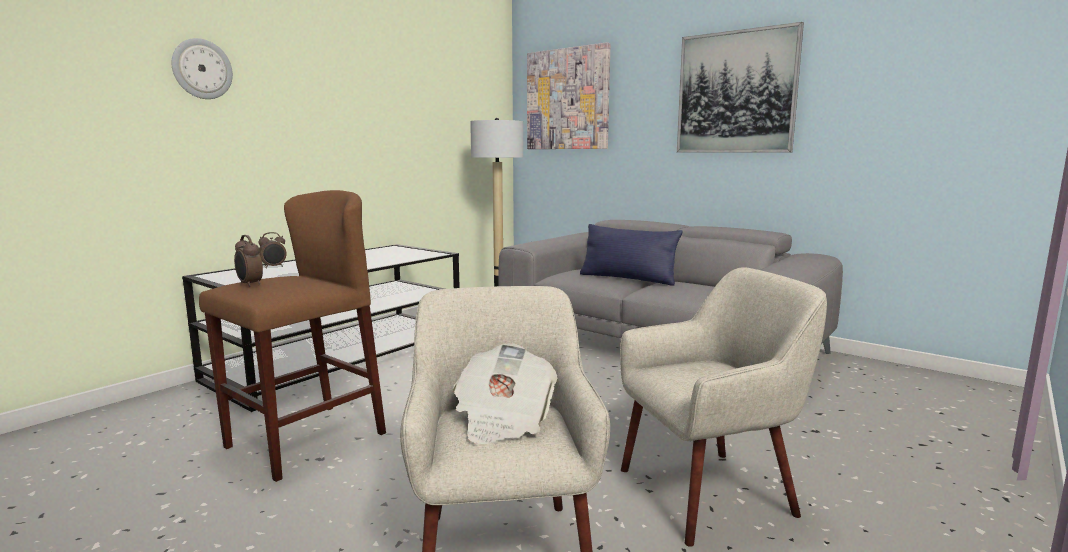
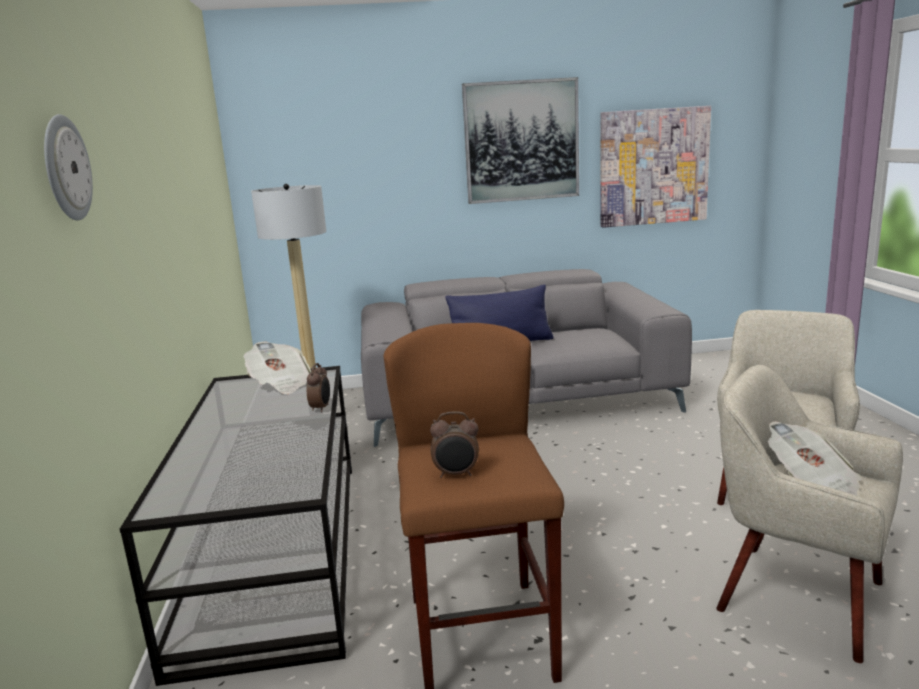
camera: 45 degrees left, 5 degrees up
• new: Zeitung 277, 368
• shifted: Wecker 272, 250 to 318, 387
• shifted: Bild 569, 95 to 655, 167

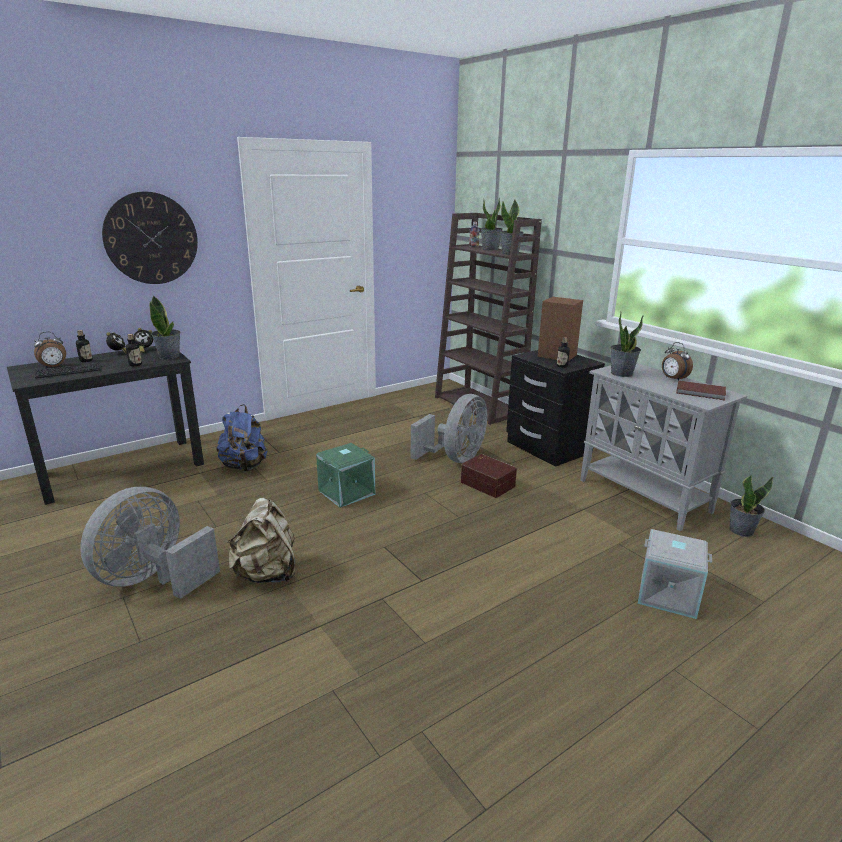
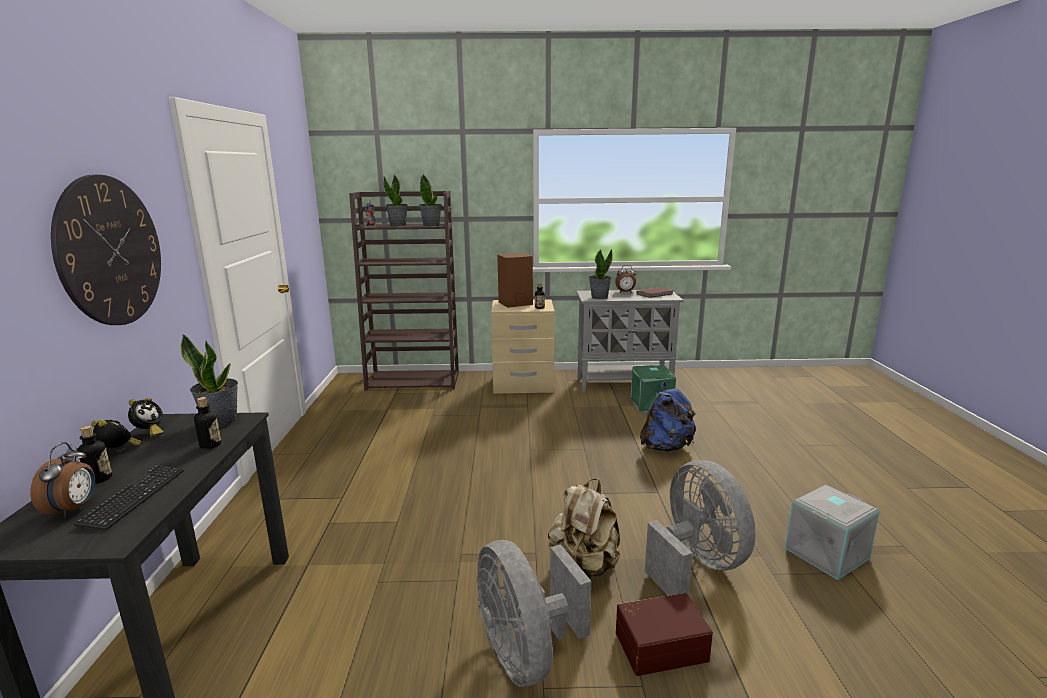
camera: 55 degrees left, 5 degrees down
• gone: Topfpflanze 751, 506
• shifted: Rucksack/blau 241, 438 to 668, 417
• shifted: Aufbewahrungsbox/grün 345, 475 to 653, 388
• shifted: Ventilator/grau 449, 428 to 700, 528
• shifted: Aufbewahrungsbox/braun 489, 476 to 664, 634
• shifted: Aufbewahrungsbox/grau 675, 574 to 832, 532
• repainted: Nachttisch/schwarz 555, 408 to Nachttisch/beige 523, 346

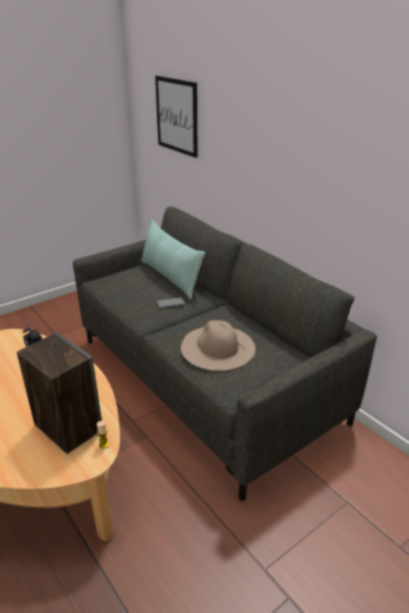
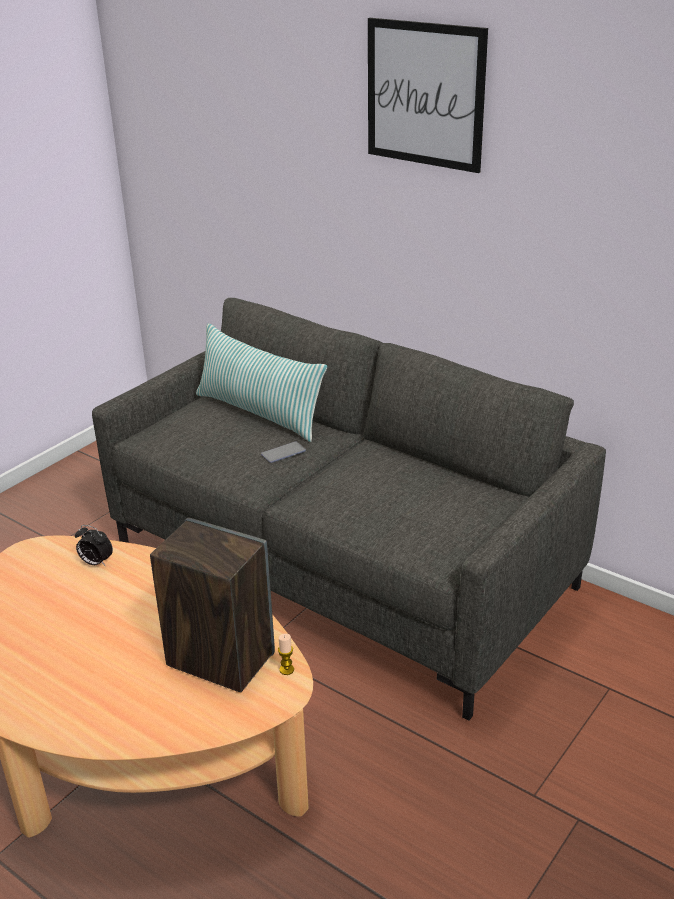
camera: 15 degrees left, 0 degrees up
• gone: Hut/beige 218, 345
• shifted: Bild 176, 117 to 428, 95

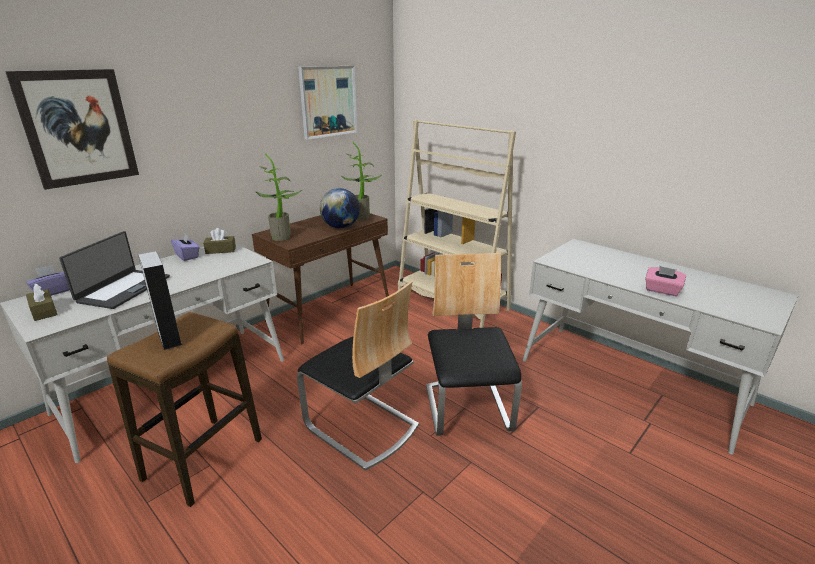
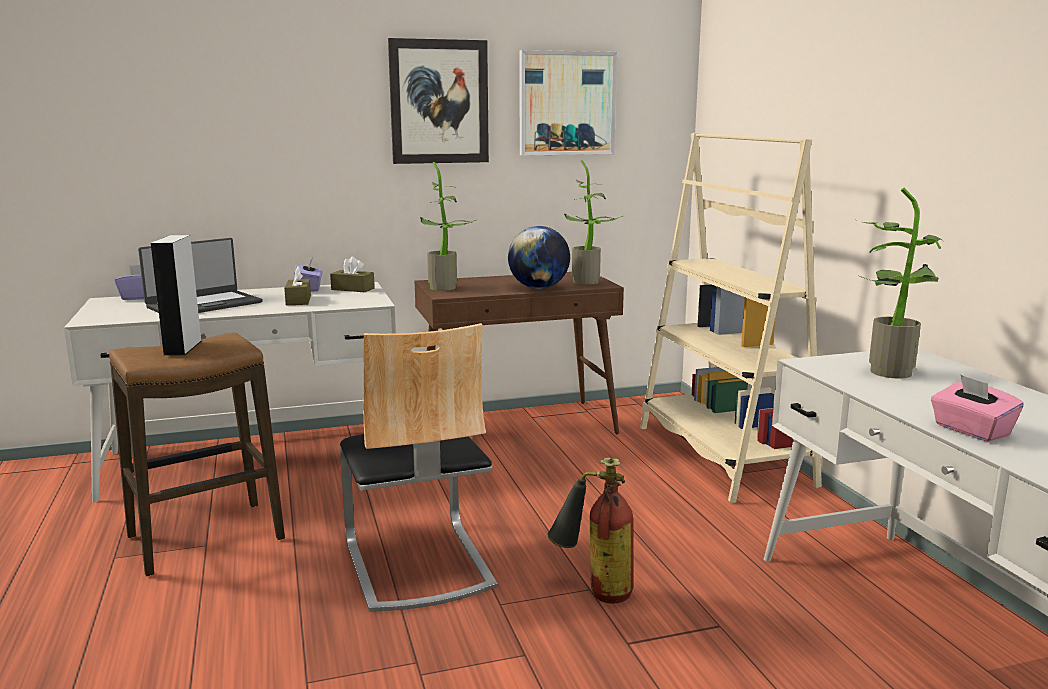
camera: 30 degrees right, 10 degrees down
• new: Topfpflanze 902, 283
• shifted: Bild 72, 129 to 438, 101
• shifted: Taschentuchbox/braun 42, 302 to 297, 285
• swapped: Stuhl 474, 344 to Feuerlöscher 590, 531

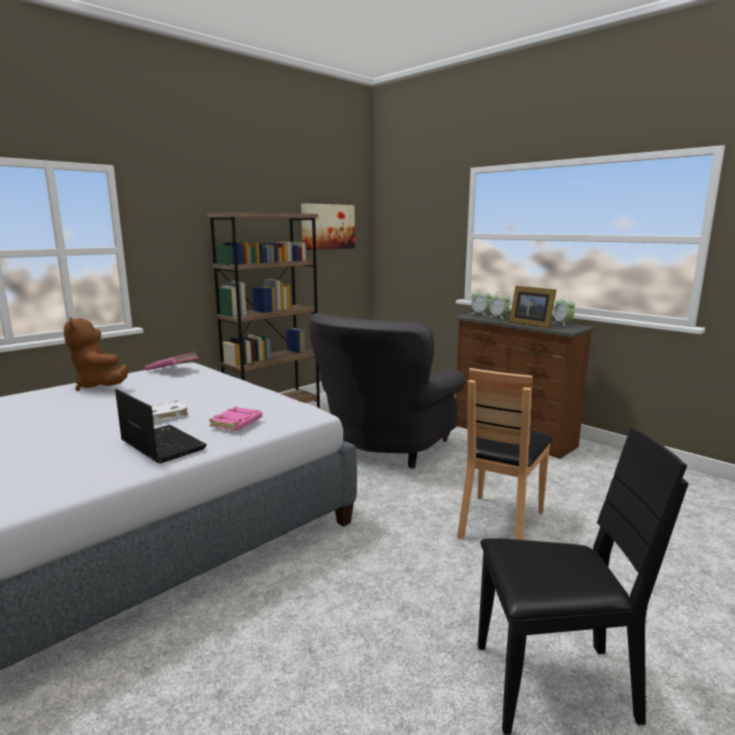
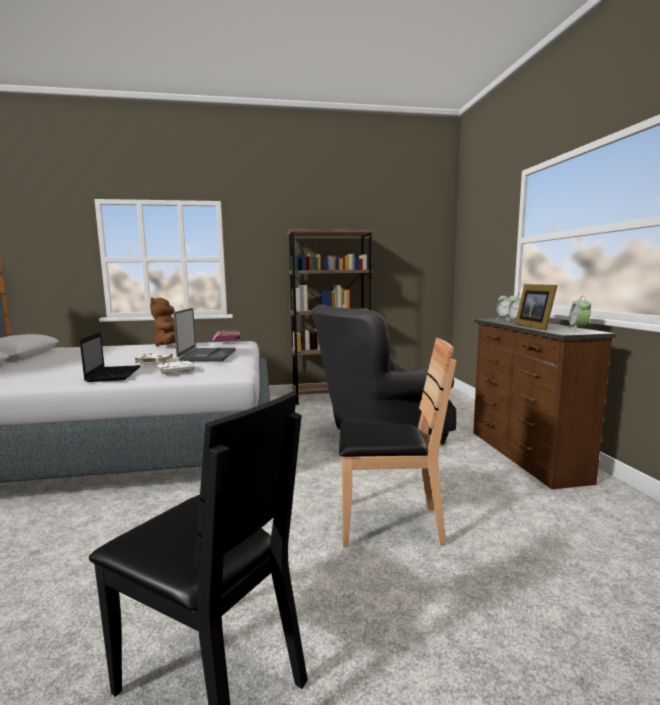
camera: 35 degrees right, 5 degrees down
• gone: Bild 328, 226
• new: Laptop 204, 334
• repainted: Buch/rosa 235, 419 to Buch/weiß 175, 367
• rotated: Stuhl/braun 505, 454 = 397, 442 150 degrees counterclockwise

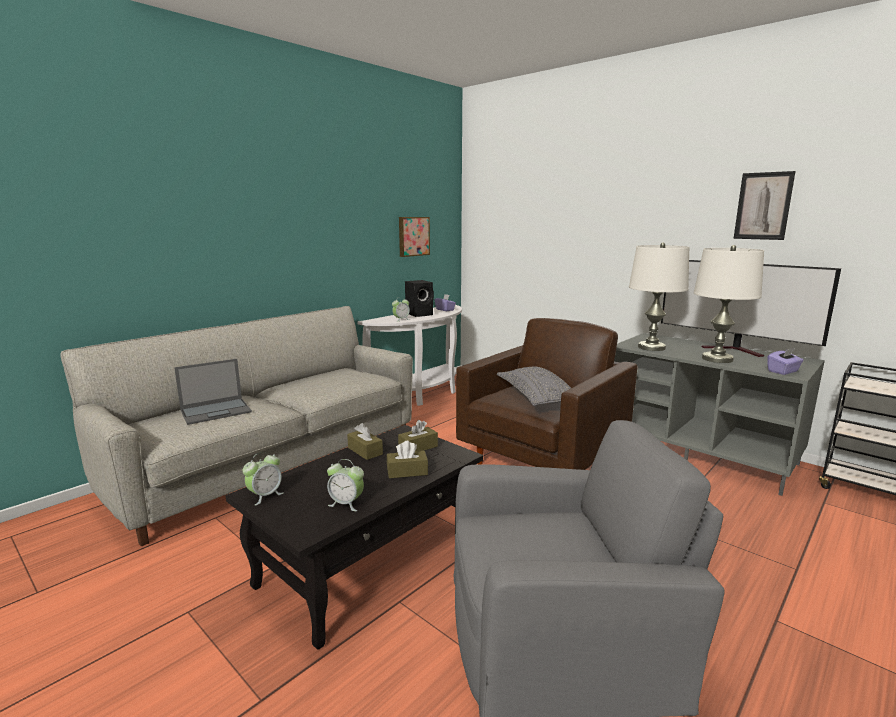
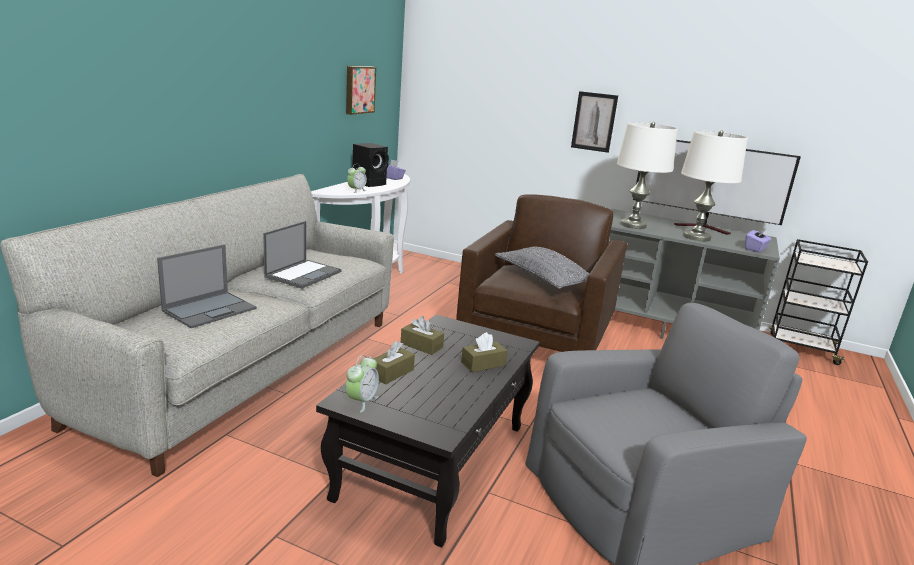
camera: 20 degrees left, 5 degrees up
• gone: Wecker 345, 485
• new: Laptop 302, 255
• shifted: Taschentuchbox/braun 418, 435 to 394, 363
• shifted: Bild 764, 205 to 594, 122

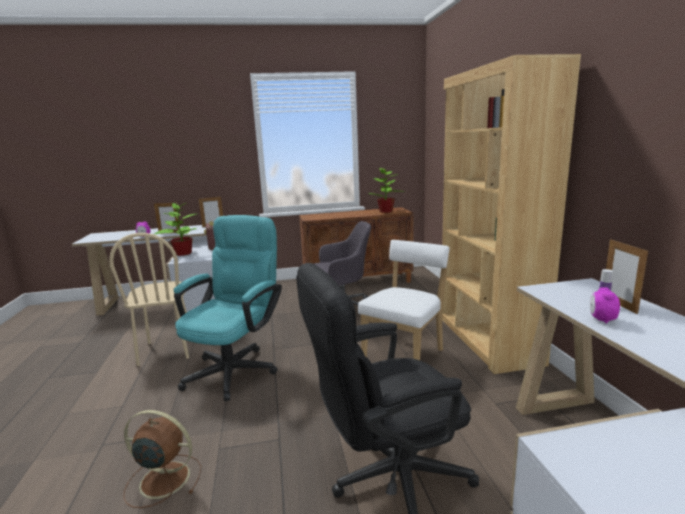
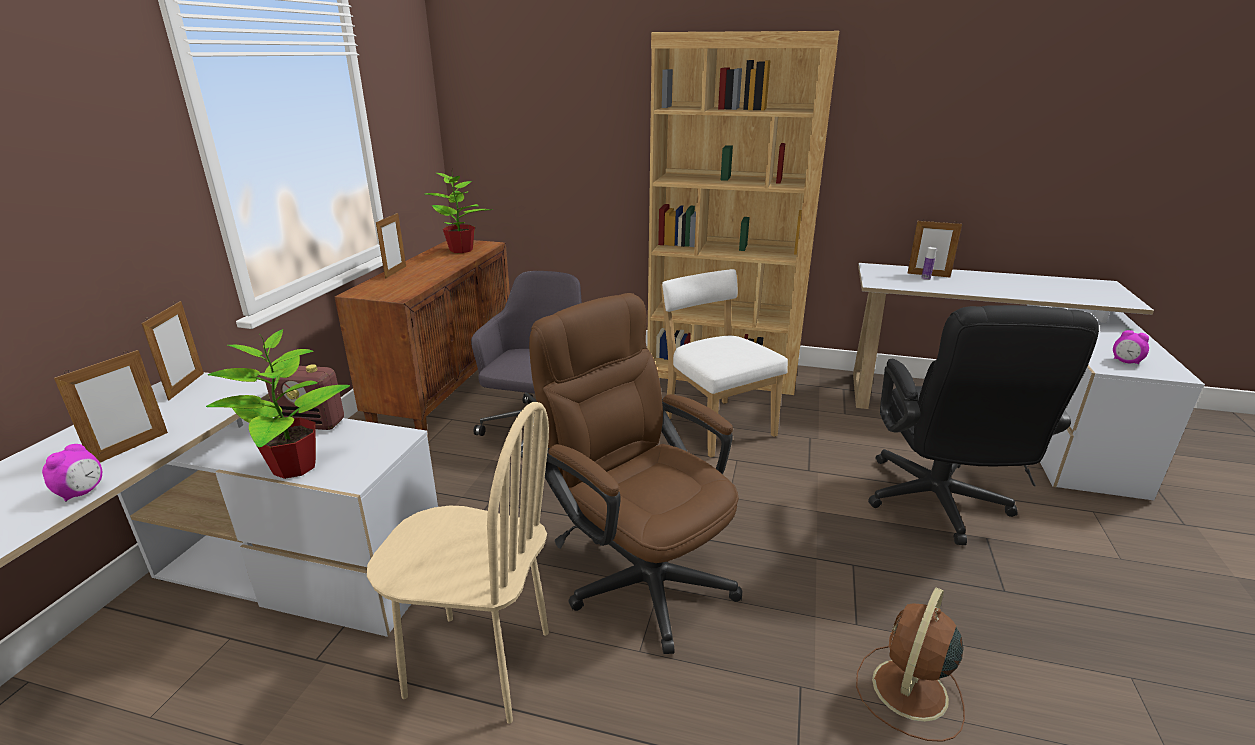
camera: 65 degrees left, 10 degrees up
• new: Bilderrahmen 391, 245
• shifted: Wecker 605, 305 to 1131, 347
• repainted: Bürostuhl/türkis 228, 308 to Bürostuhl/braun 635, 473

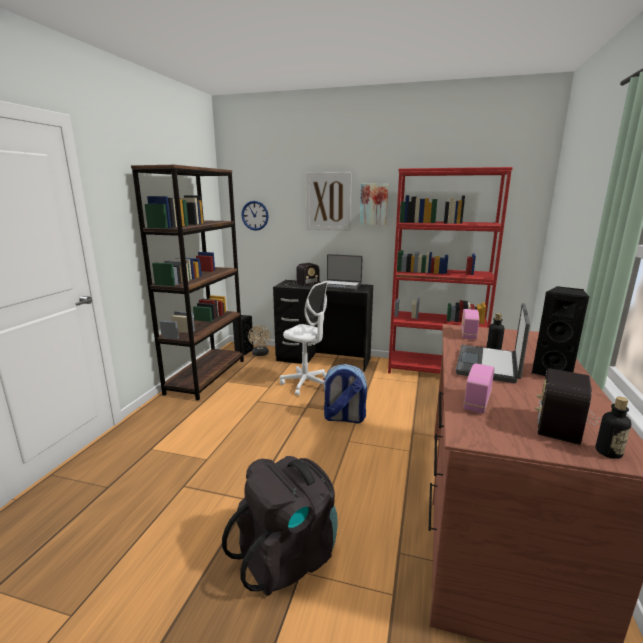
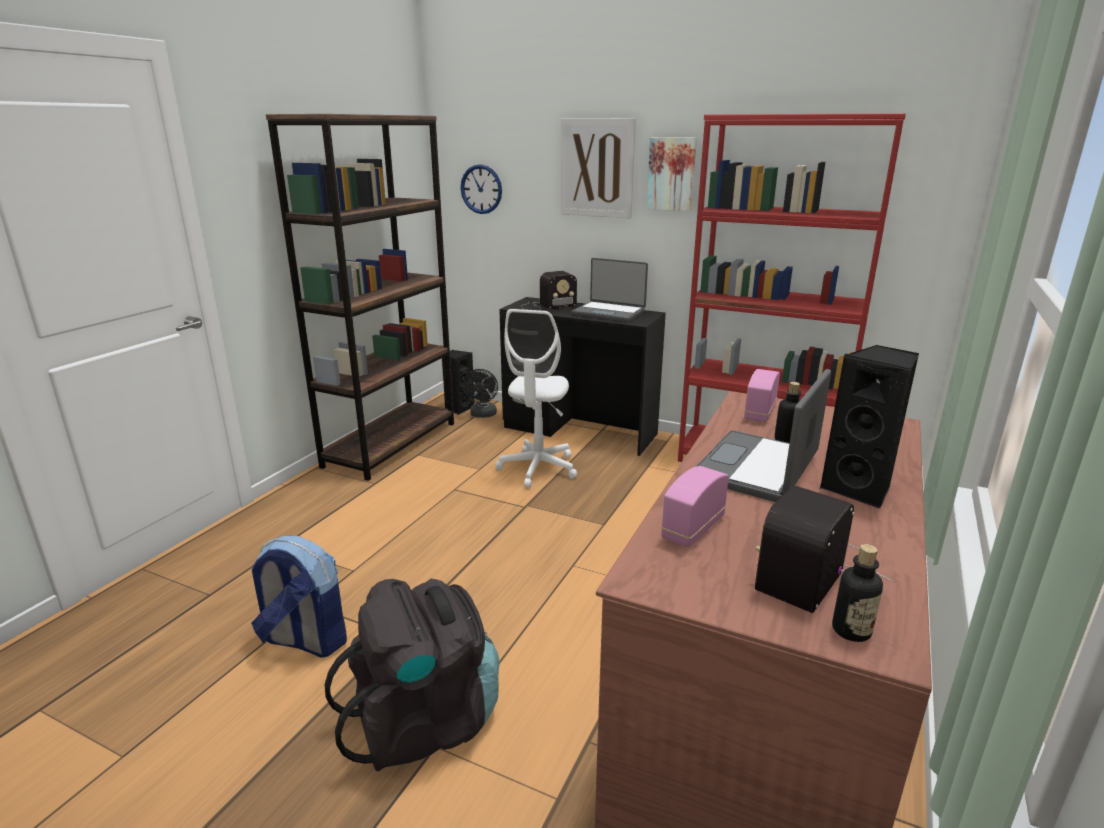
camera: 10 degrees right, 5 degrees up
• shifted: Rucksack 345, 394 to 299, 597
• repainted: Ventilator/beige 259, 340 to Ventilator/schwarz 480, 393
• rotated: Bürostuhl/weiß 304, 338 = 536, 398 60 degrees clockwise

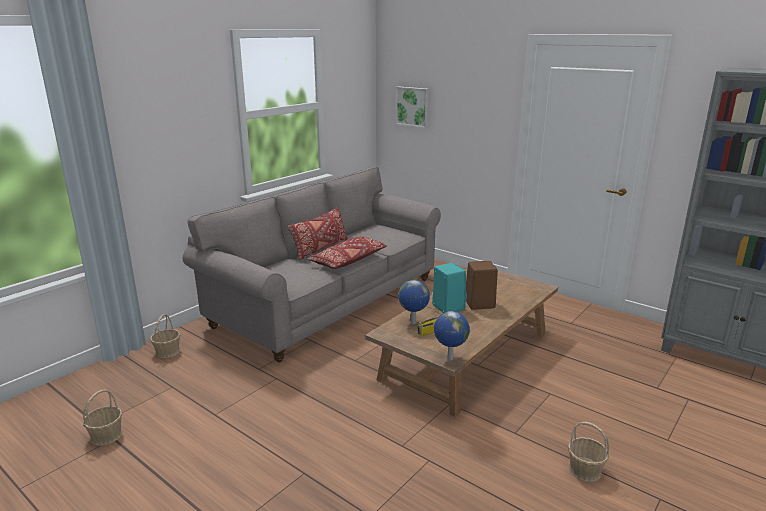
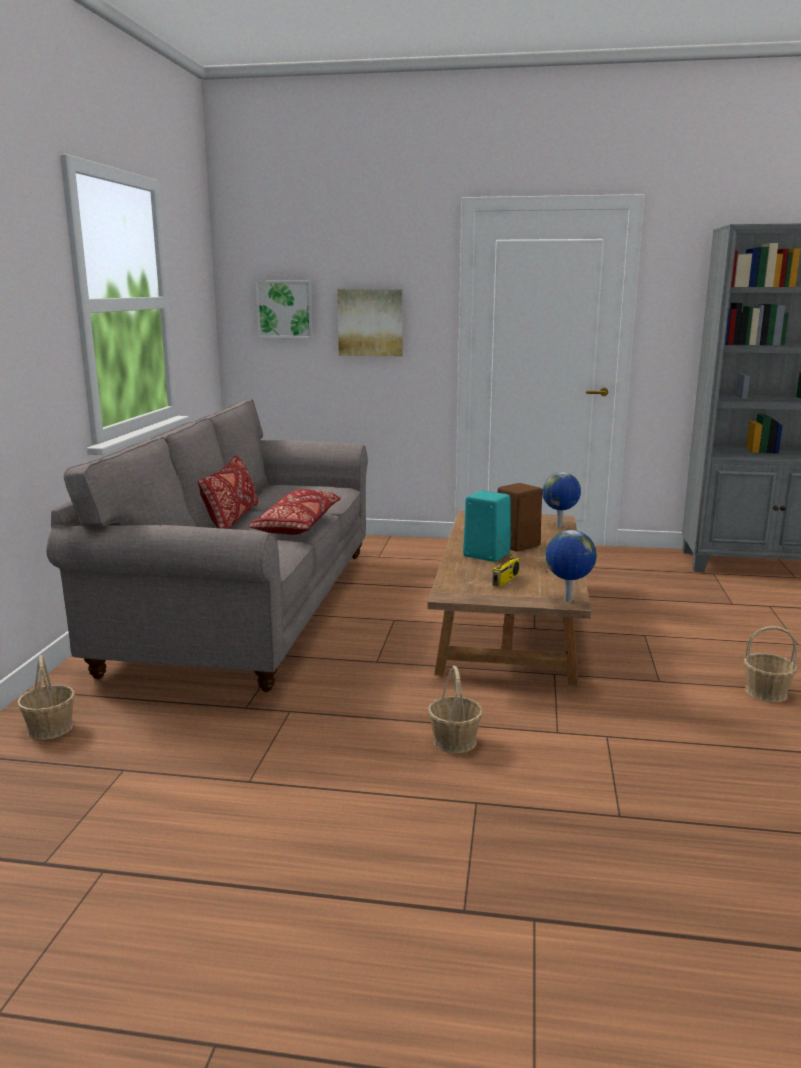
camera: 30 degrees left, 5 degrees down
• new: Bild 370, 322
• shifted: Korb 102, 417 to 455, 709
• shifted: Globus 414, 302 to 561, 500

